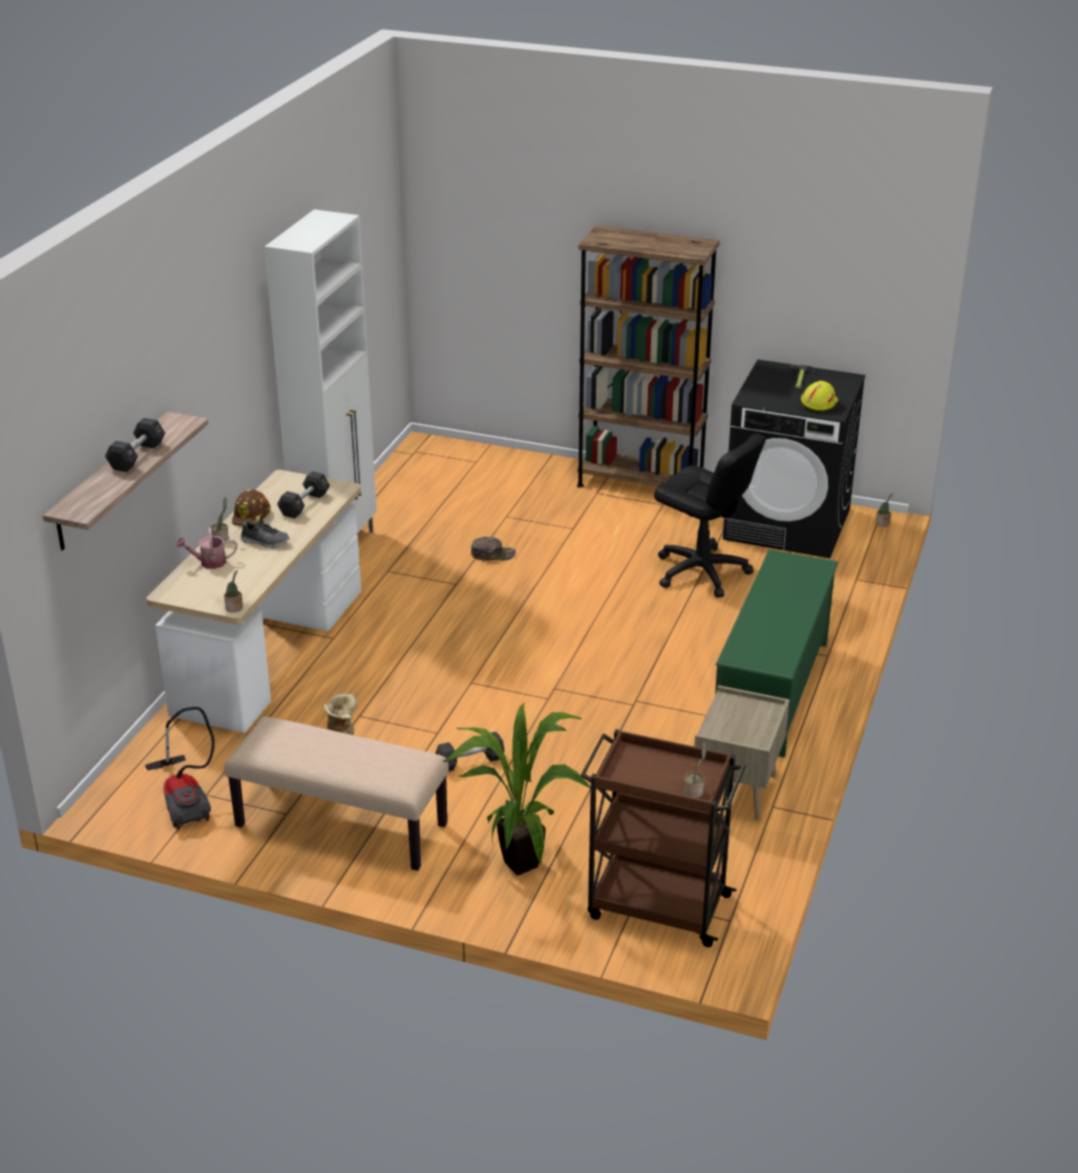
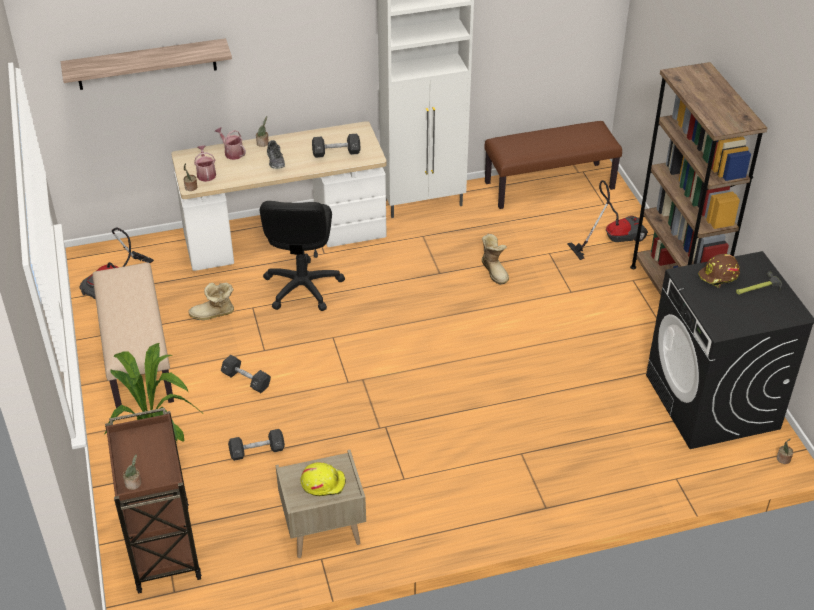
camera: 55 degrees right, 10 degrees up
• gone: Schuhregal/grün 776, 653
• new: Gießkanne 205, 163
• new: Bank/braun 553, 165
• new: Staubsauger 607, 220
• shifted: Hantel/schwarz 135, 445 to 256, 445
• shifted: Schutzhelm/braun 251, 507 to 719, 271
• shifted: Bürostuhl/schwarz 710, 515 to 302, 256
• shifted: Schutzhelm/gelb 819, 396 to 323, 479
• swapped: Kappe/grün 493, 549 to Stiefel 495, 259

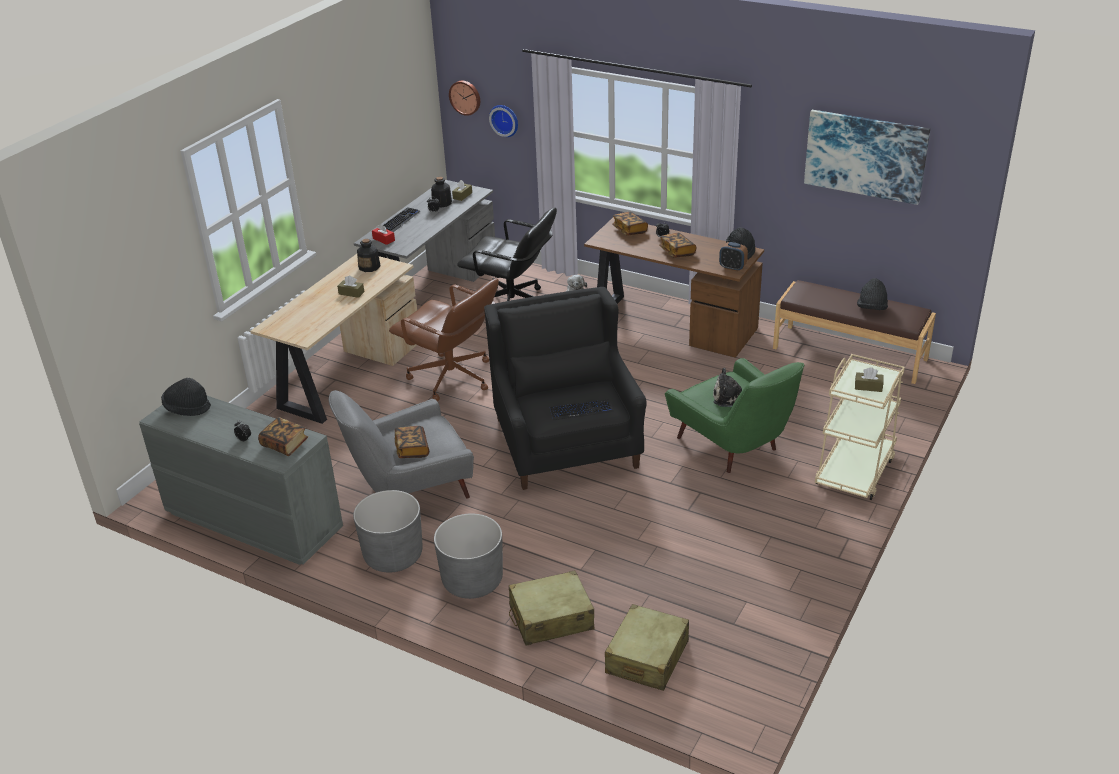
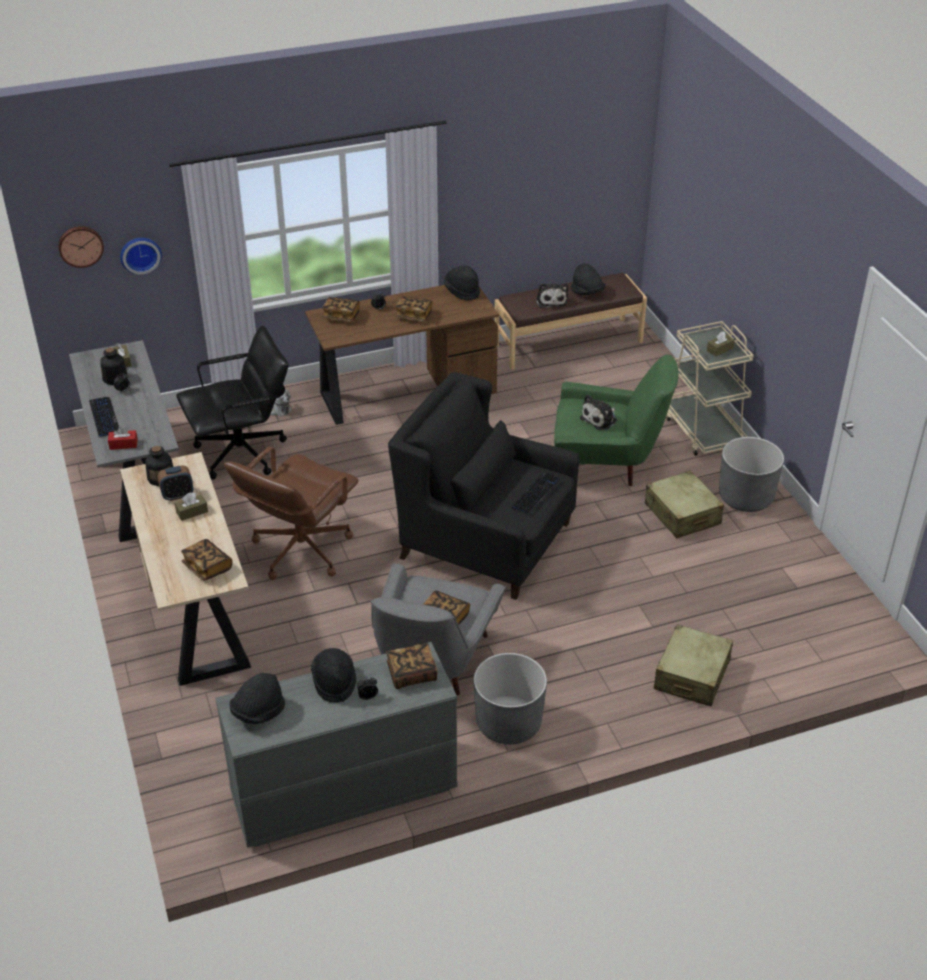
camera: 50 degrees left, 5 degrees up
• gone: Bild 867, 157
• new: Buch 206, 560
• new: Hut/schwarz 334, 675
• new: Plüschtier 552, 295
• shifted: Pflanzkübel/grau 468, 556 to 751, 474
• shifted: Koffer/beige 647, 647 to 684, 504
• shifted: Wecker 733, 256 to 175, 483
• rotated: Bürostuhl/braun 444, 340 = 291, 513 135 degrees clockwise

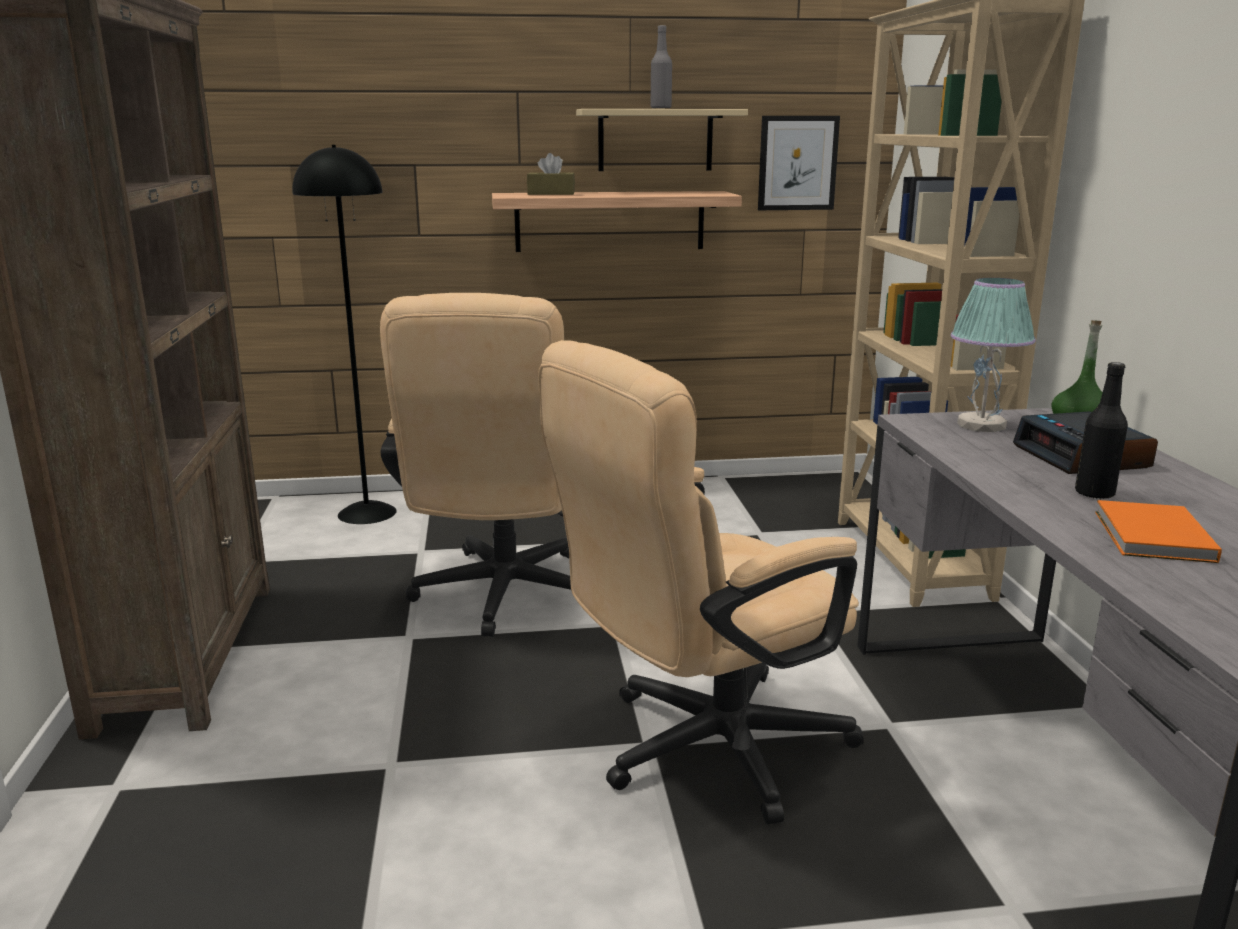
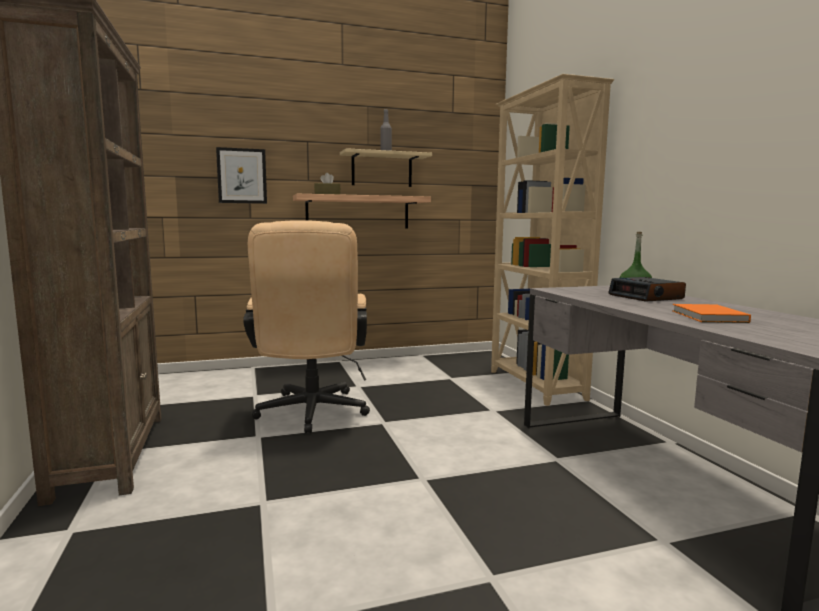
camera: 10 degrees left, 10 degrees down
• gone: Stehlampe/schwarz 344, 334
• gone: Bürostuhl/beige 701, 582
• gone: Tischlampe 993, 355
• gone: Flasche/schwarz 1101, 430
• shifted: Bild 799, 163 to 241, 175

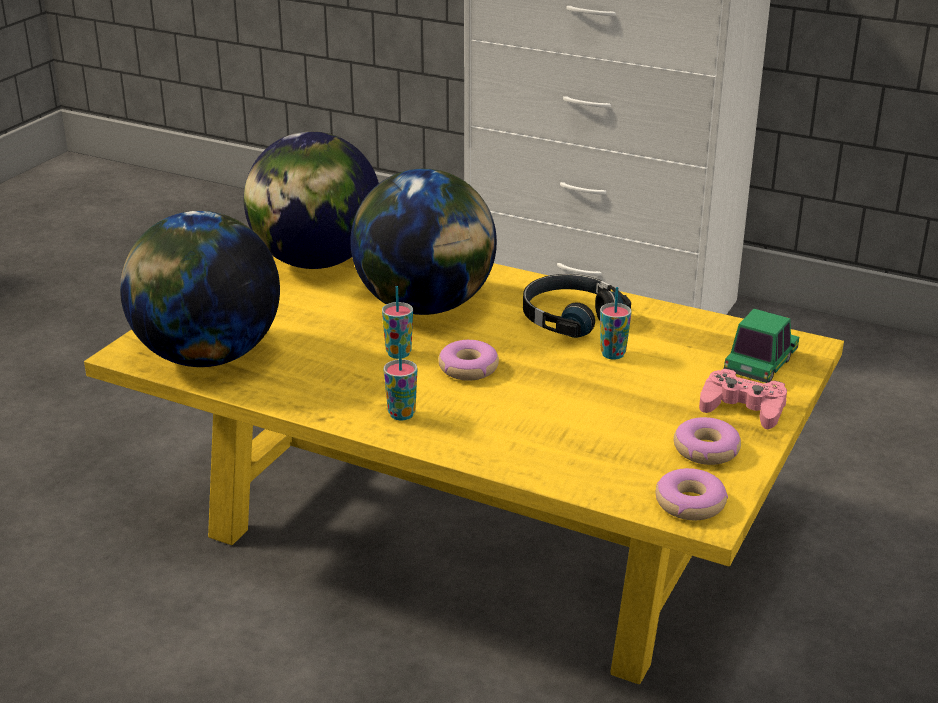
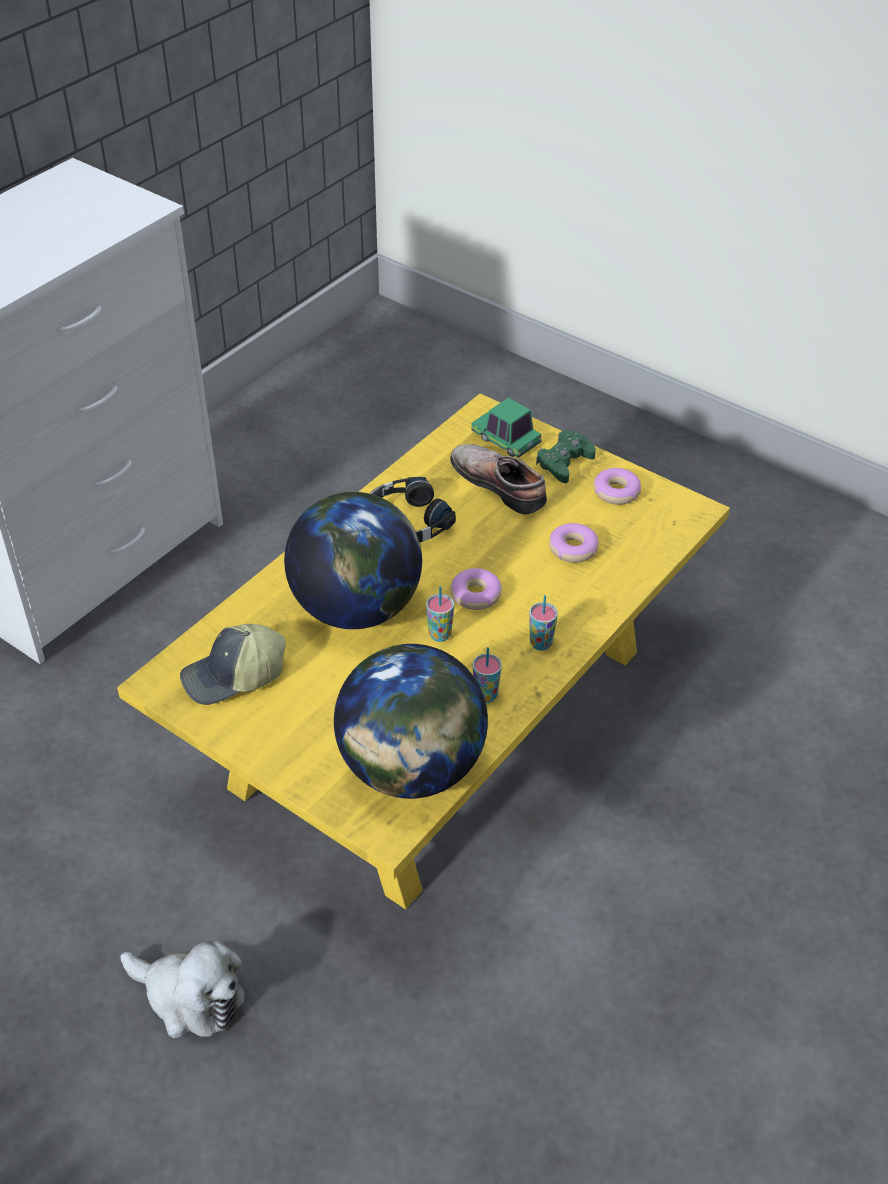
camera: 80 degrees left, 15 degrees up
• new: Plüschtier 183, 989
• new: Schuh 498, 479
• shifted: Tasse 616, 323 to 487, 675
• shifted: Donut 691, 494 to 574, 543
• swapped: Globus 311, 200 to Kappe 233, 664
• repainted: Gamepad/rosa 743, 399 to Gamepad/grün 566, 456

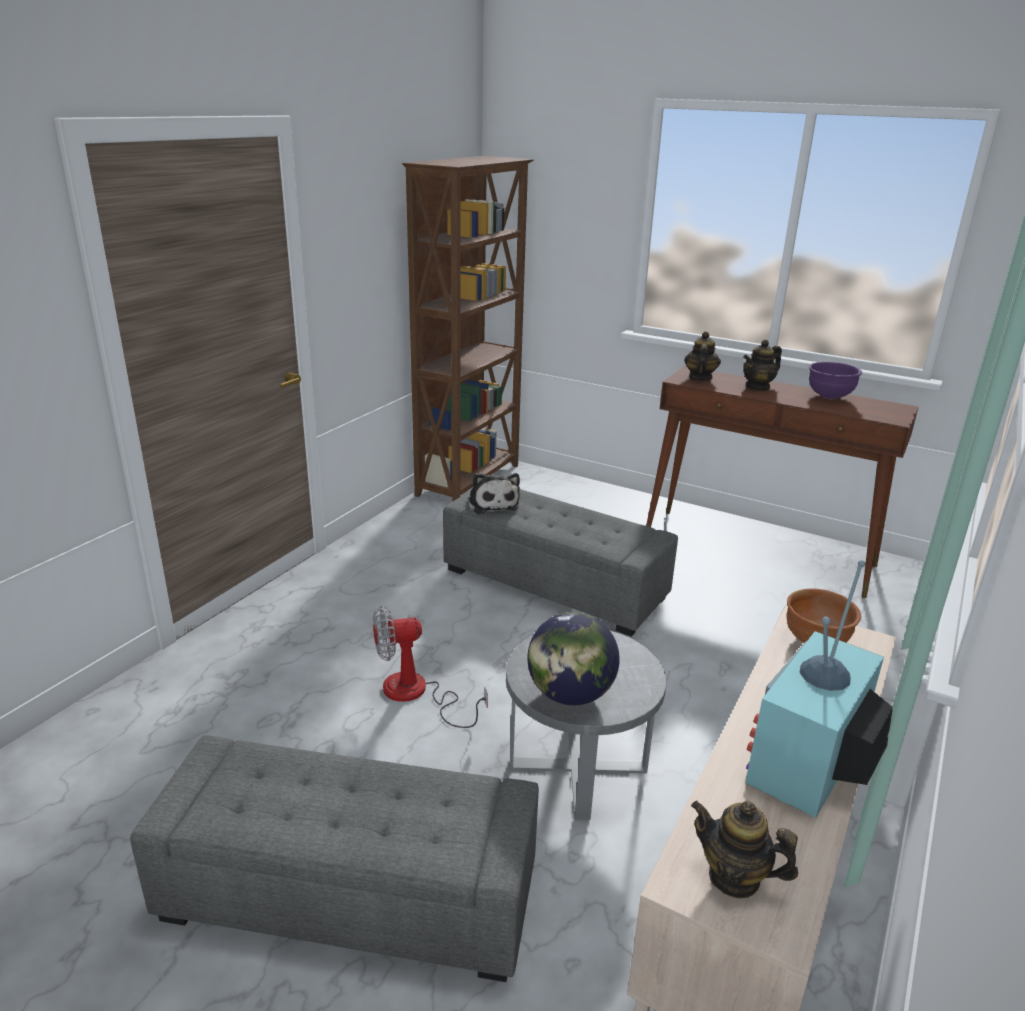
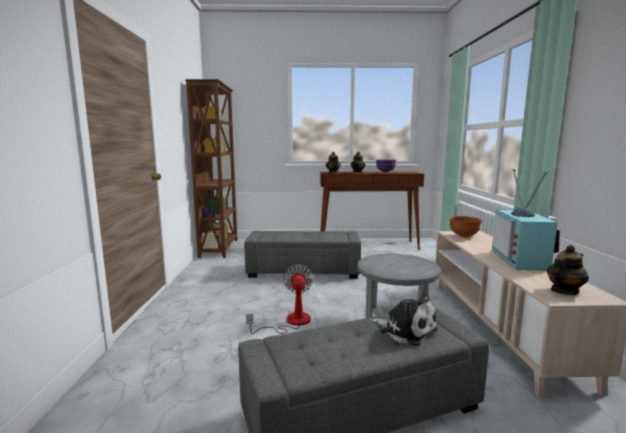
camera: 30 degrees left, 15 degrees down
• gone: Globus 573, 658
• shifted: Plüschtier 494, 493 to 404, 319
• rotated: Ventilator 430, 667 = 280, 299 135 degrees clockwise
• rotated: Teekanne 744, 849 = 568, 270 150 degrees clockwise

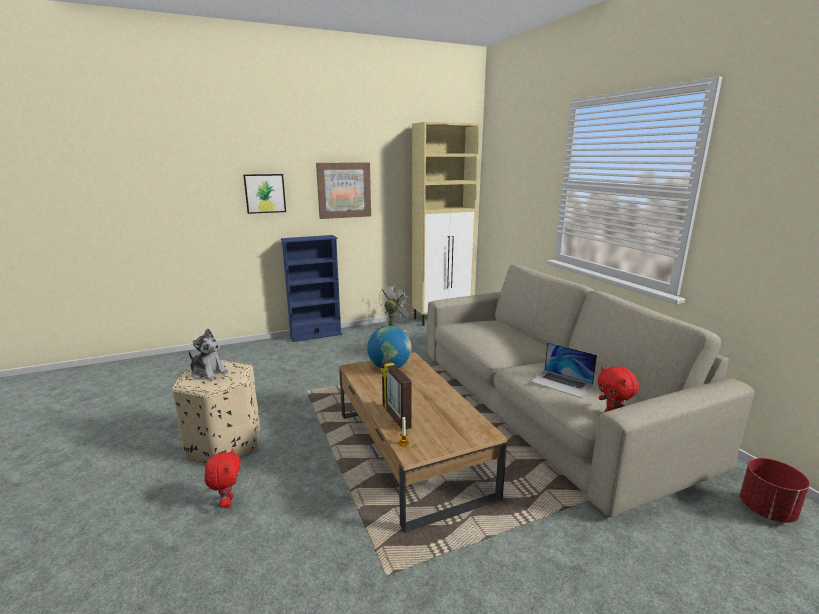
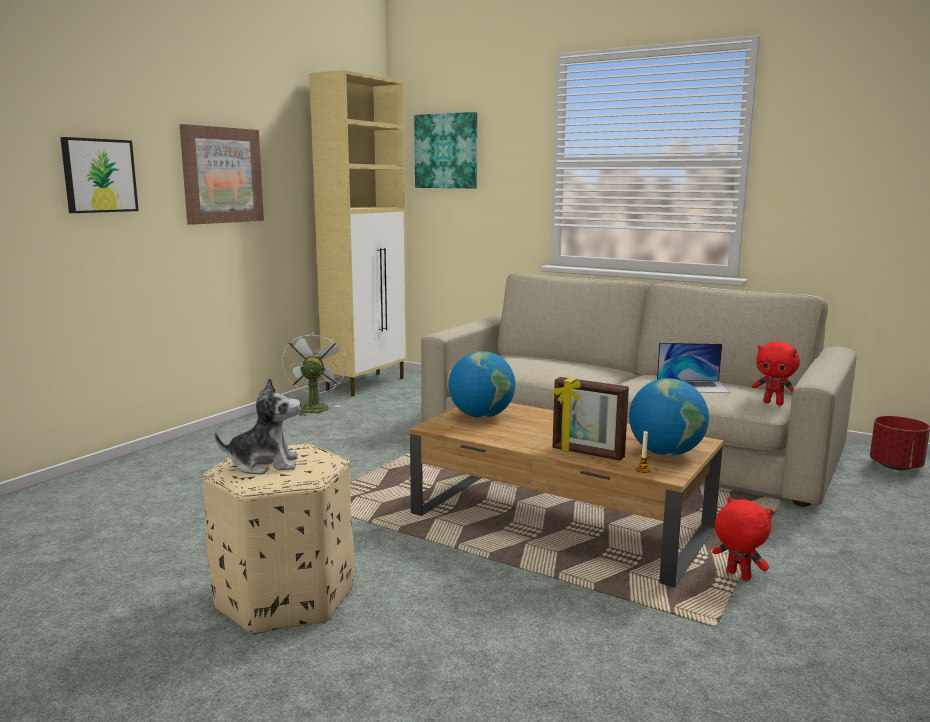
camera: 35 degrees left, 5 degrees down
• gone: Bücherregal/blau 311, 288
• new: Bild 445, 150
• new: Globus 669, 417
• shifted: Plüschtier/rot 222, 478 to 742, 538

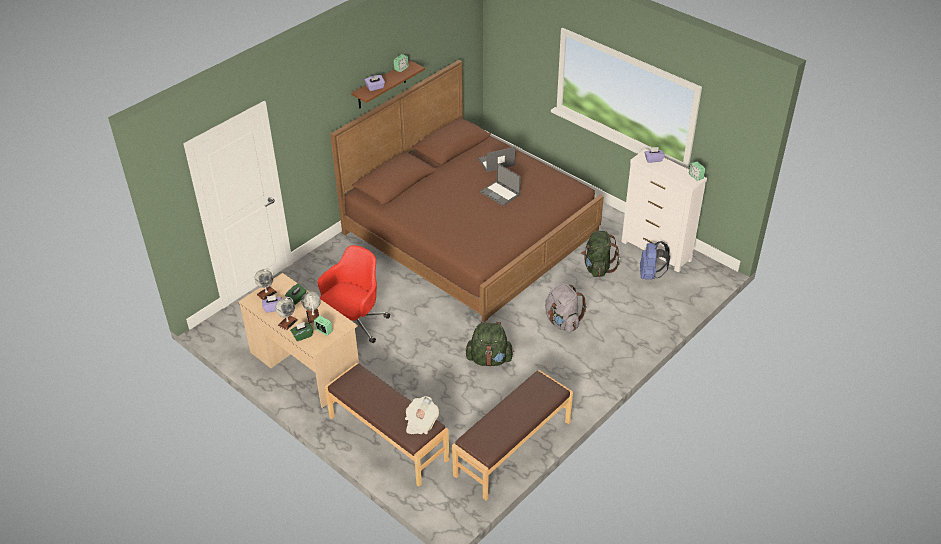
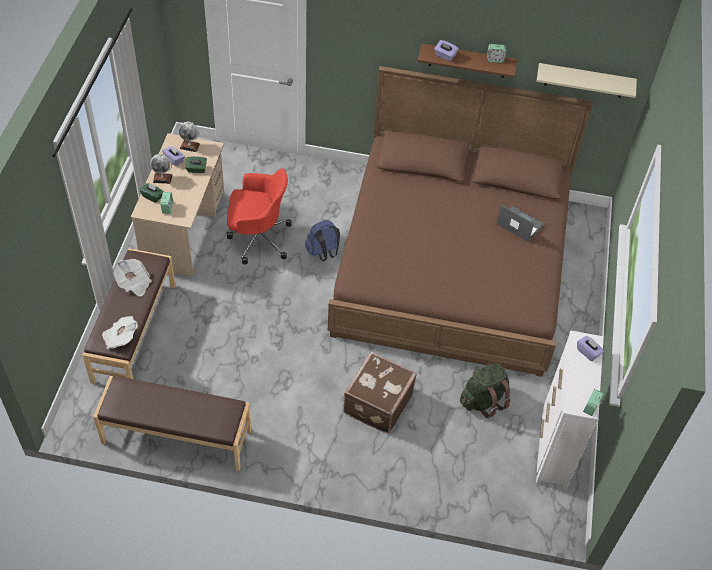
camera: 55 degrees right, 10 degrees up
• gone: Globus 311, 307
• gone: Rucksack/grün 490, 344
• gone: Laptop 500, 184
• new: Zeitung 132, 278
• new: Wandregal/beige 586, 80
• shifted: Rucksack/blau 655, 260 to 322, 240
• swapped: Rucksack/grau 566, 307 to Koffer/braun 380, 393

